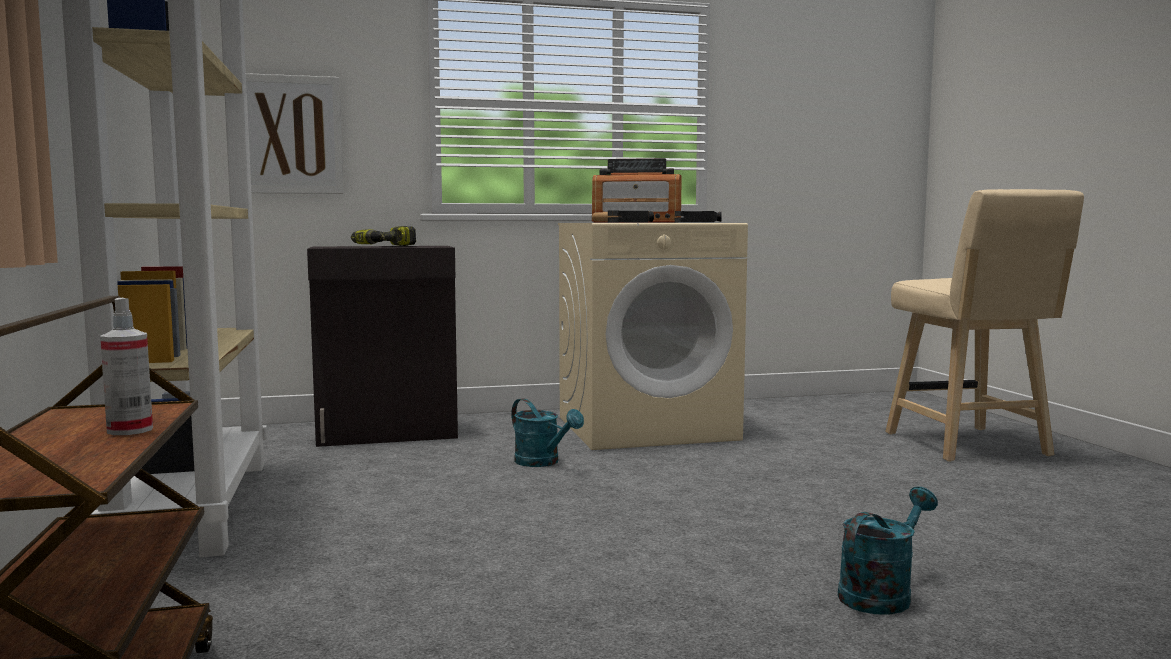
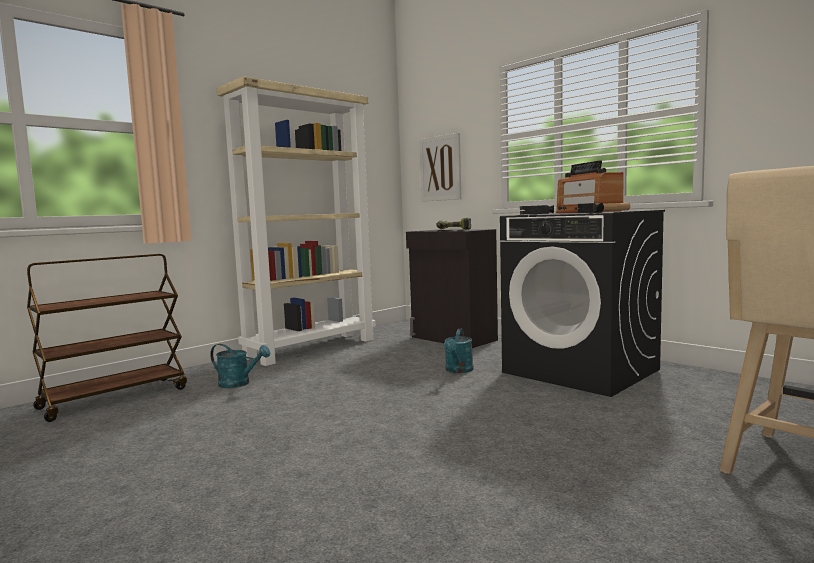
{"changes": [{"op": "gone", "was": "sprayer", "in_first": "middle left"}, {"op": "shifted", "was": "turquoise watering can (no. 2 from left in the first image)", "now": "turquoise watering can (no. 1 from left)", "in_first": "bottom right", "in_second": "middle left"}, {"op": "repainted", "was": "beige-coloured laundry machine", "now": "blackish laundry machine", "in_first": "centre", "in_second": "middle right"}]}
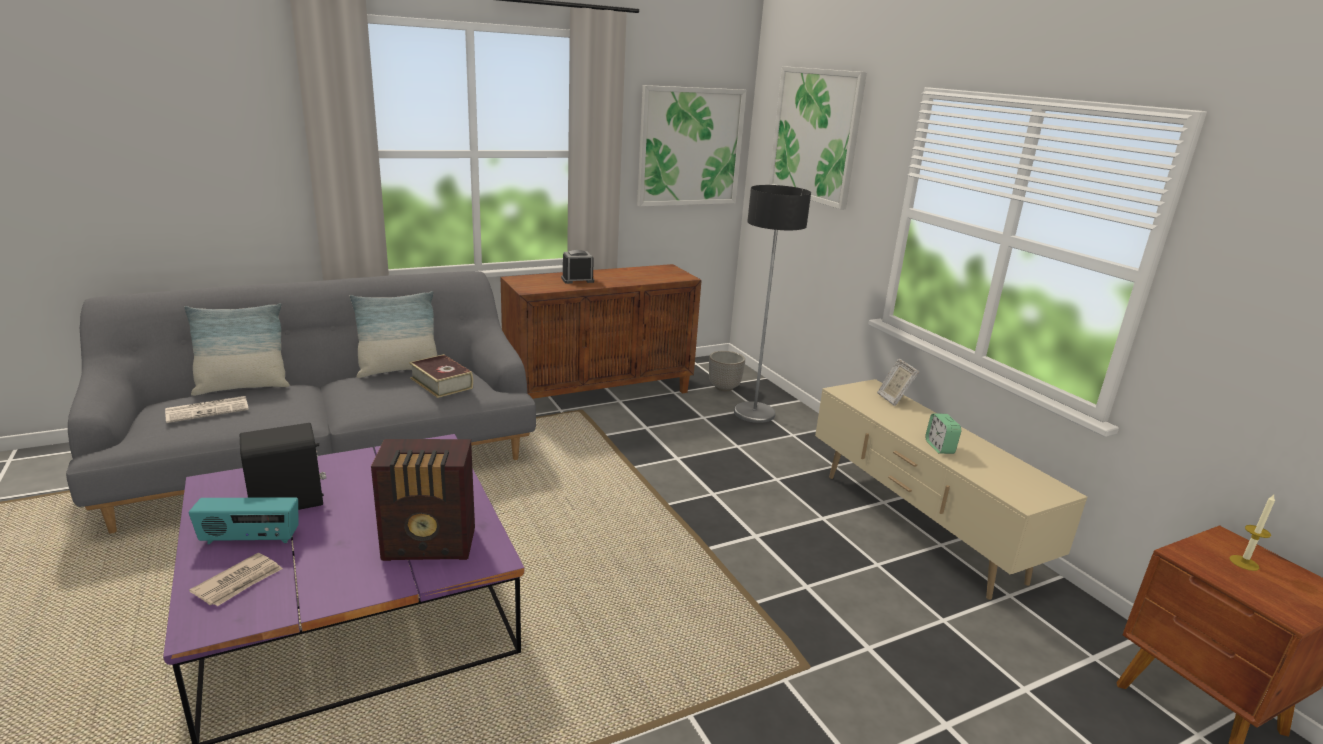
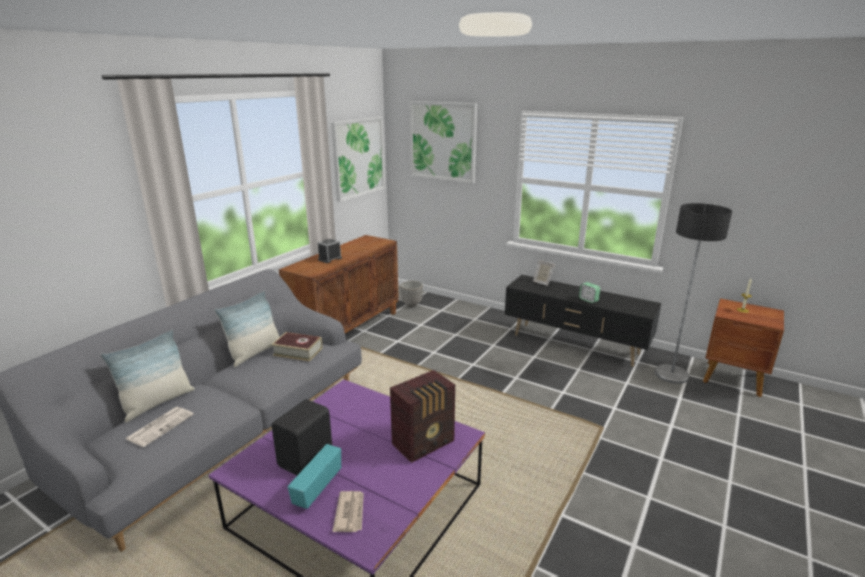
{"changes": [{"op": "shifted", "was": "standing lamp", "in_first": "centre", "in_second": "middle right"}, {"op": "repainted", "was": "beige-coloured tv unit", "now": "blackish tv unit", "in_first": "middle right", "in_second": "middle right"}, {"op": "rotated", "was": "radio (no. 1 from left)", "in_first": "bottom left", "in_second": "bottom centre", "clockwise": 150}]}
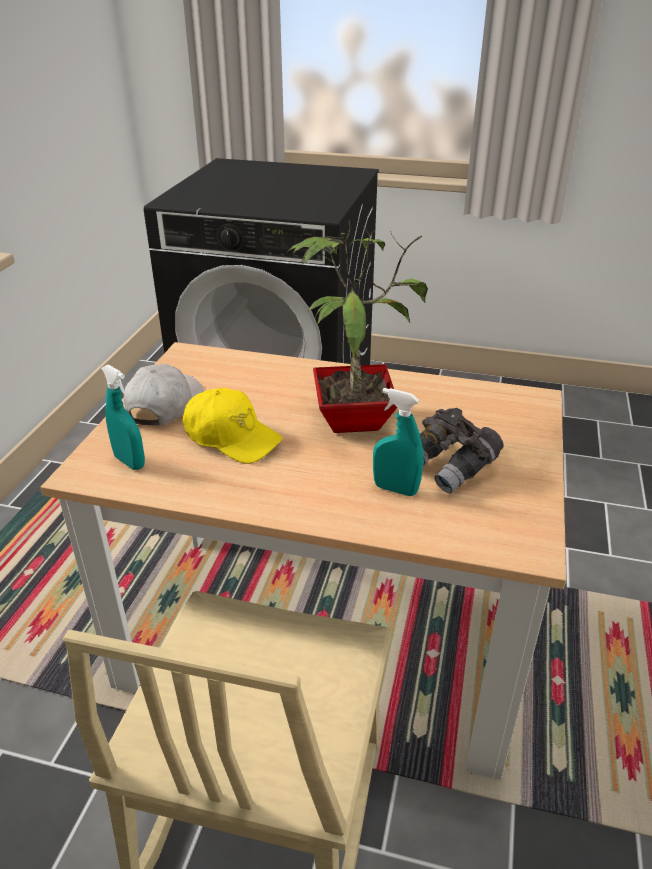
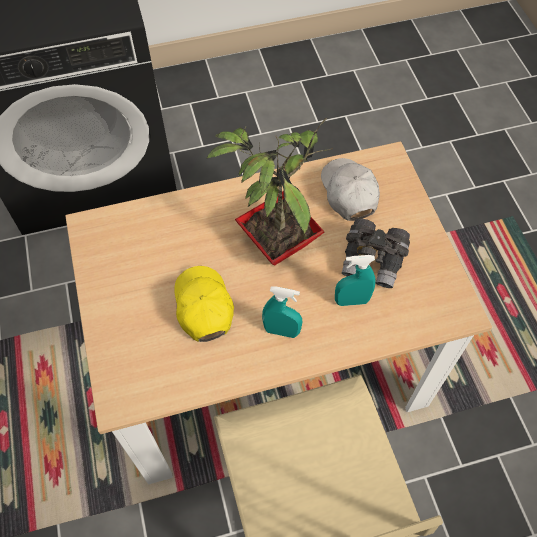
{"changes": [{"op": "shifted", "was": "turquoise sprayer (no. 1 from left)", "in_first": "middle left", "in_second": "centre"}, {"op": "shifted", "was": "white-coloured cap", "in_first": "middle left", "in_second": "centre"}, {"op": "rotated", "was": "yellow cap", "in_first": "centre", "in_second": "centre", "clockwise": -105}]}
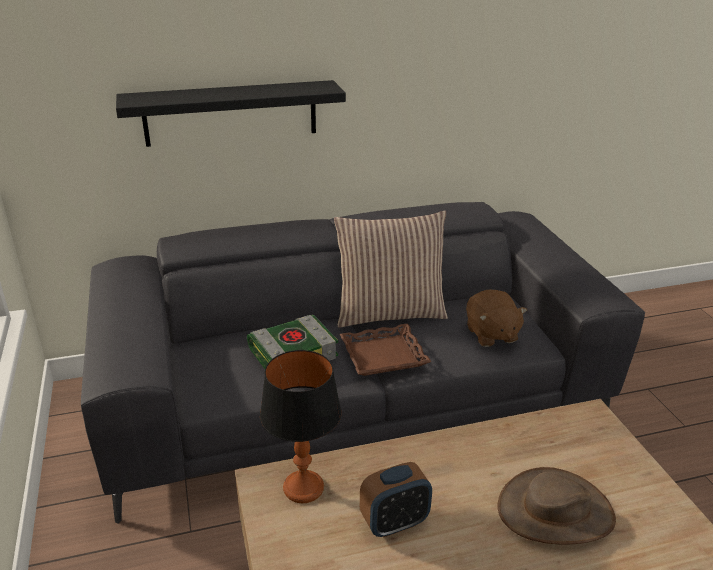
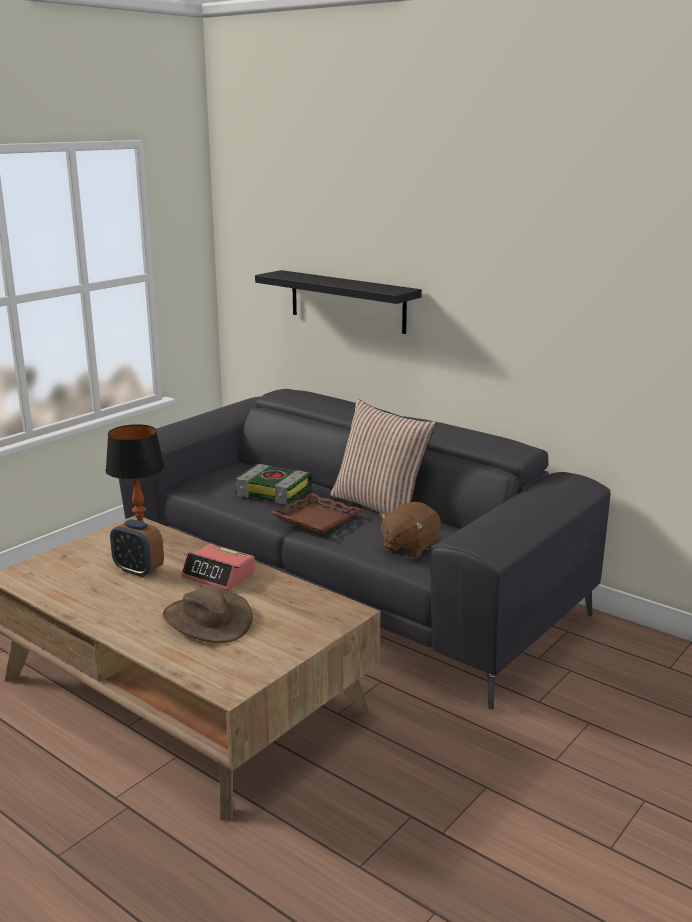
{"changes": [{"op": "new", "now": "table clock (no. 2 from left)", "in_second": "middle left"}]}
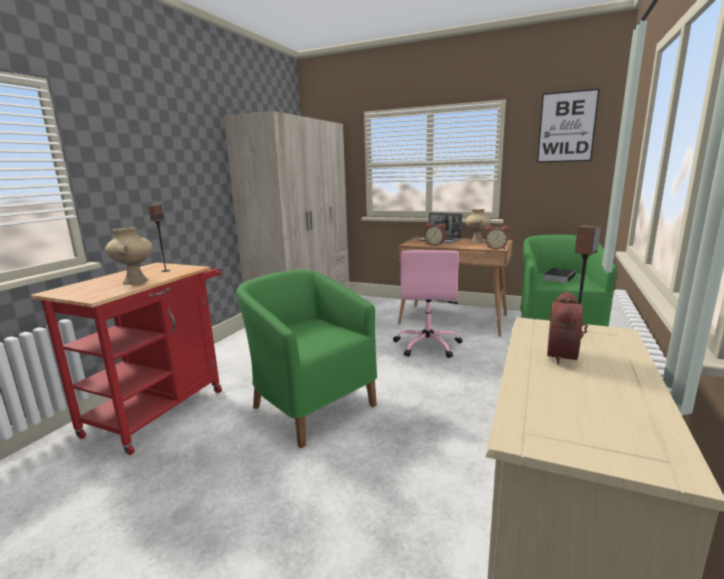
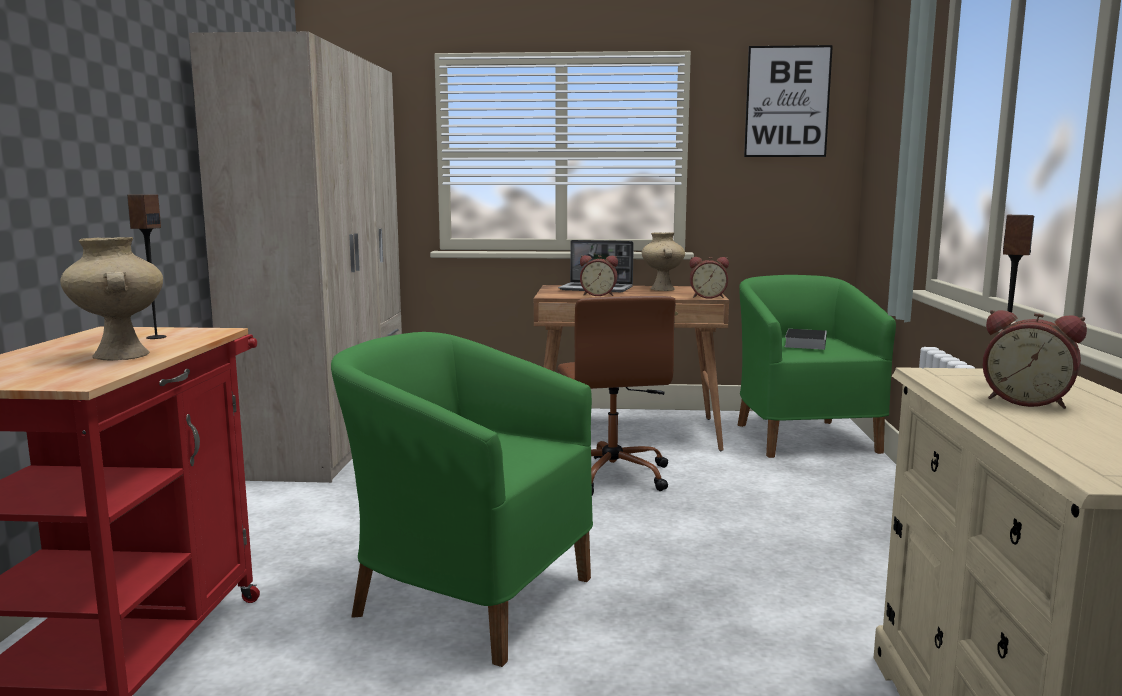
{"changes": [{"op": "repainted", "was": "pink-coloured office chair", "now": "brown-coloured office chair", "in_first": "centre", "in_second": "centre"}, {"op": "rotated", "was": "table clock (no. 3 from left)", "in_first": "middle right", "in_second": "middle right", "clockwise": -60}]}
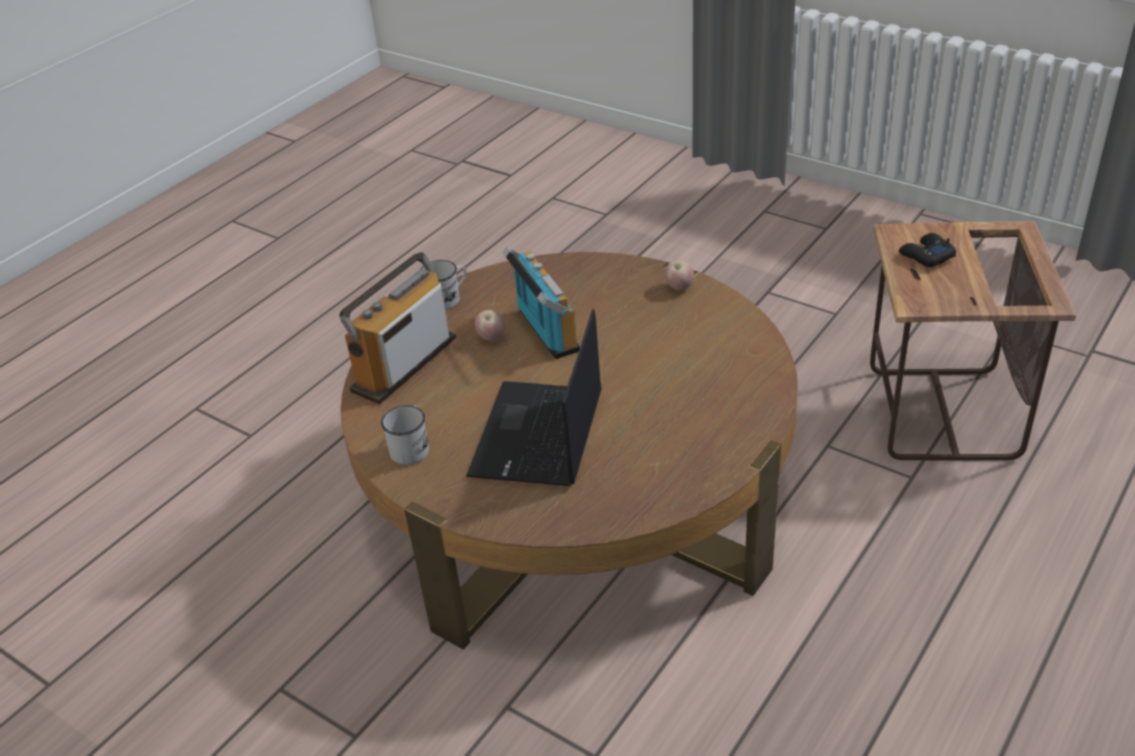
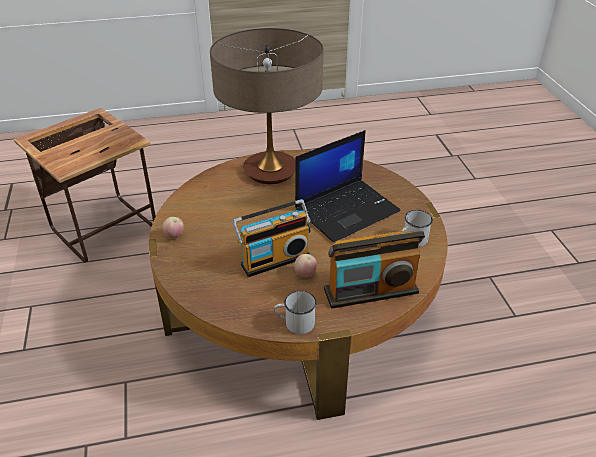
{"changes": [{"op": "gone", "was": "blackish game controller", "in_first": "top right"}, {"op": "new", "now": "tabletop lamp", "in_second": "top centre"}, {"op": "rotated", "was": "radio (no. 2 from left in the first image)", "in_first": "centre", "in_second": "centre", "clockwise": -135}]}
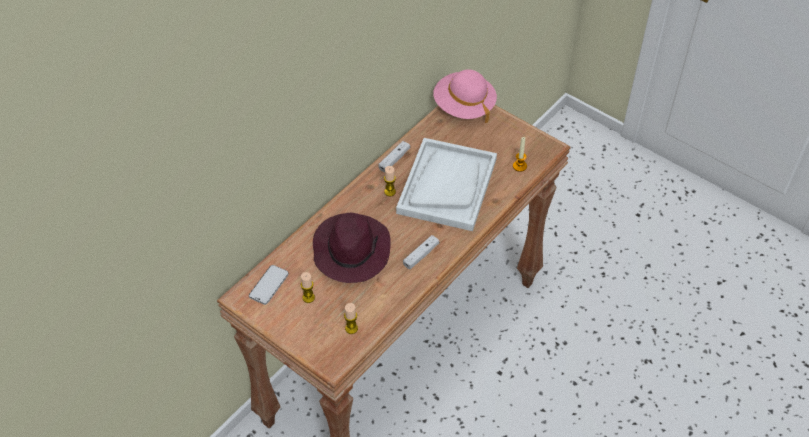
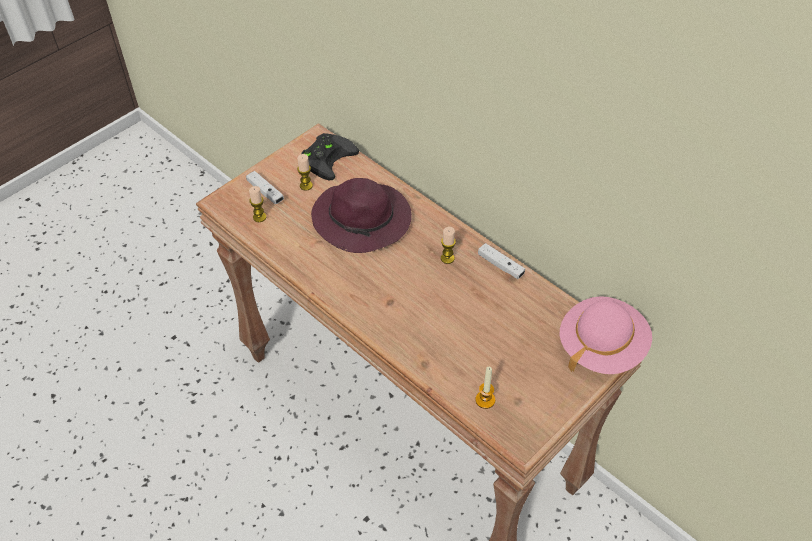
{"changes": [{"op": "gone", "was": "white-coloured tray", "in_first": "centre"}, {"op": "shifted", "was": "white-coloured game controller (no. 2 from left in the first image)", "now": "white-coloured game controller (no. 1 from left)", "in_first": "centre", "in_second": "middle left"}, {"op": "swapped", "was": "phone", "now": "blackish game controller", "in_first": "middle left", "in_second": "top centre"}]}
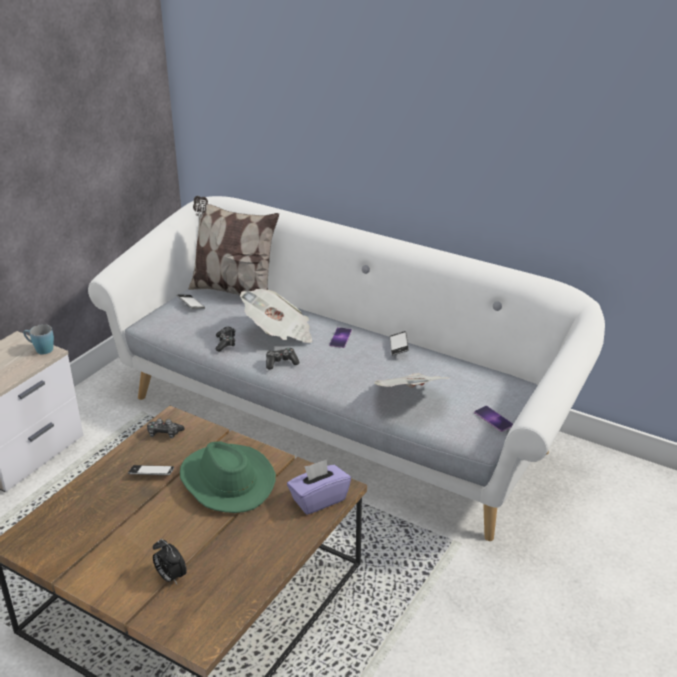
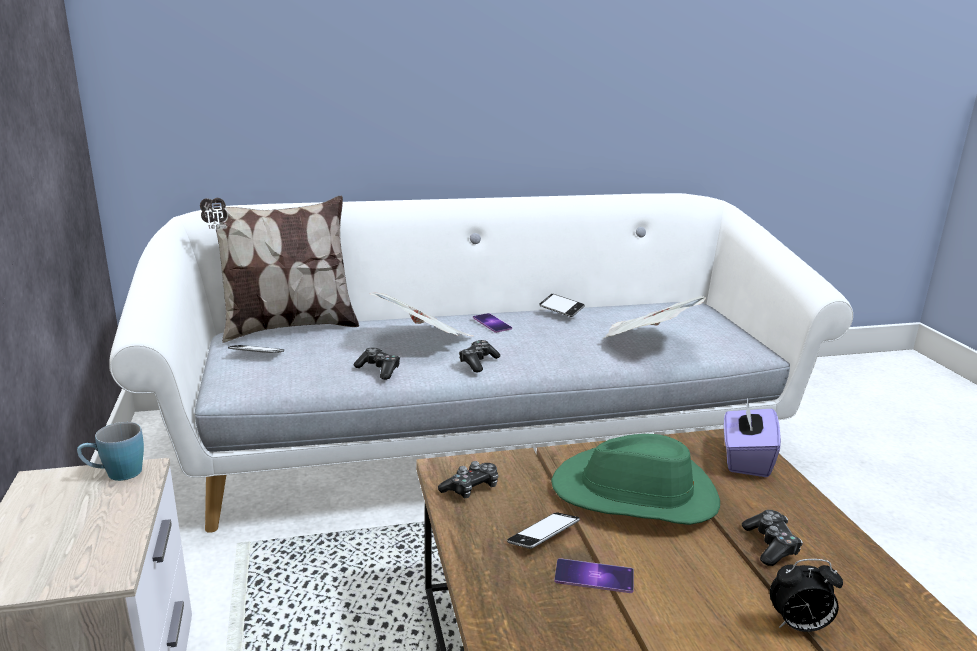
{"changes": [{"op": "new", "now": "game controller (no. 4 from left)", "in_second": "bottom right"}, {"op": "shifted", "was": "phone (no. 5 from left)", "in_first": "middle right", "in_second": "bottom centre"}]}
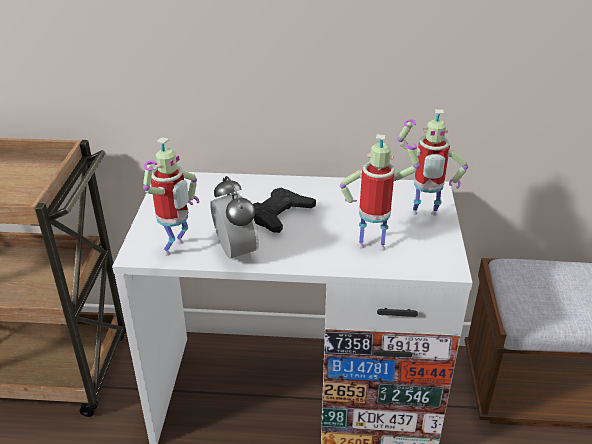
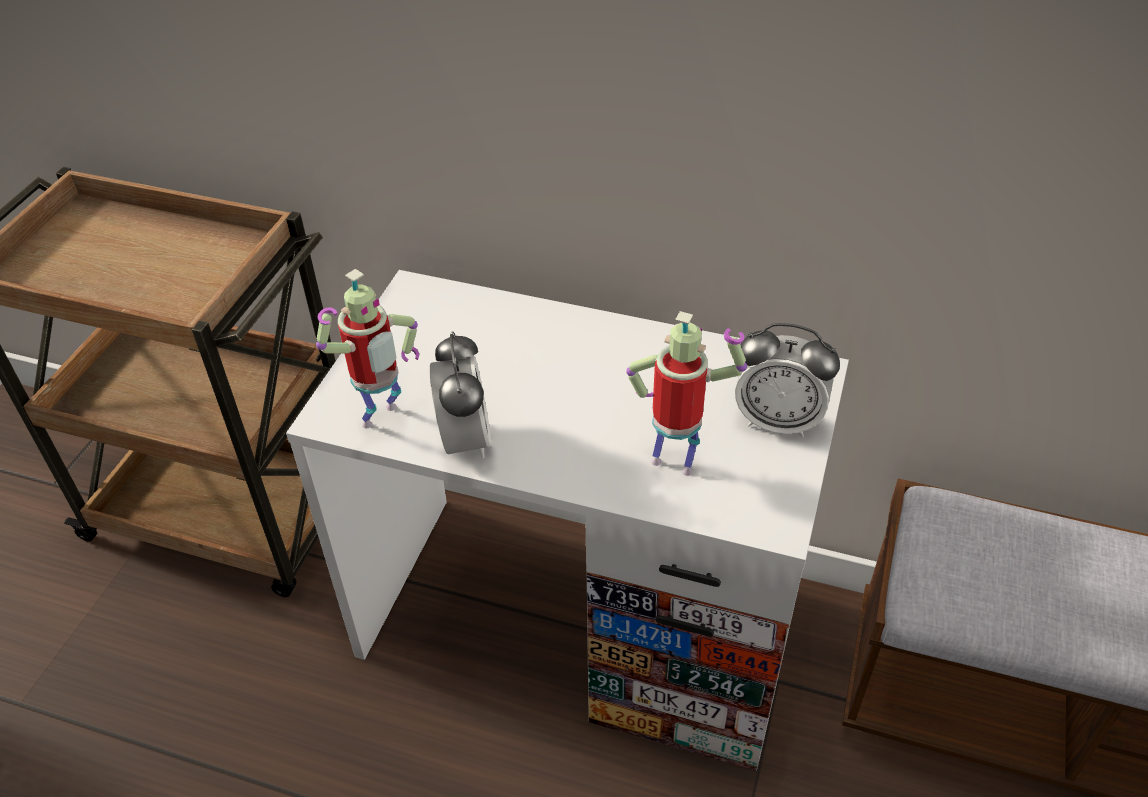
{"changes": [{"op": "gone", "was": "blackish game controller", "in_first": "centre"}, {"op": "swapped", "was": "robot figure (no. 3 from left)", "now": "table clock (no. 2 from left)", "in_first": "middle right", "in_second": "middle right"}]}
